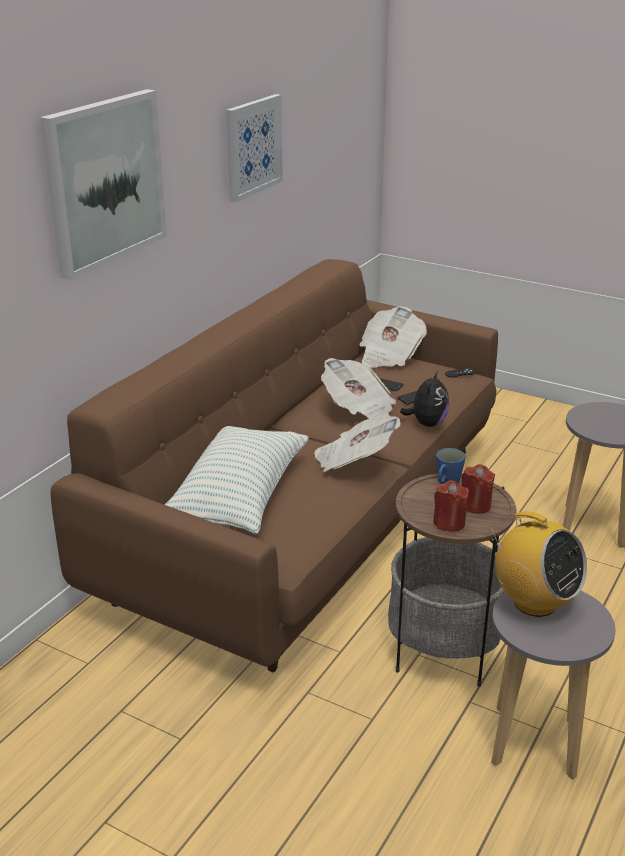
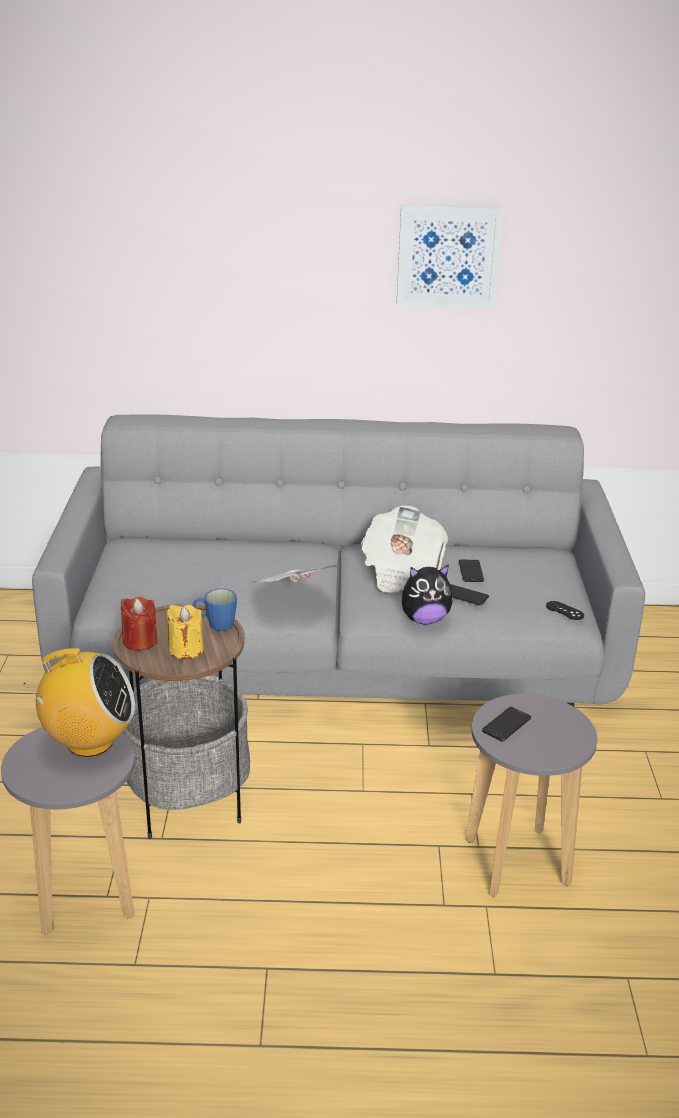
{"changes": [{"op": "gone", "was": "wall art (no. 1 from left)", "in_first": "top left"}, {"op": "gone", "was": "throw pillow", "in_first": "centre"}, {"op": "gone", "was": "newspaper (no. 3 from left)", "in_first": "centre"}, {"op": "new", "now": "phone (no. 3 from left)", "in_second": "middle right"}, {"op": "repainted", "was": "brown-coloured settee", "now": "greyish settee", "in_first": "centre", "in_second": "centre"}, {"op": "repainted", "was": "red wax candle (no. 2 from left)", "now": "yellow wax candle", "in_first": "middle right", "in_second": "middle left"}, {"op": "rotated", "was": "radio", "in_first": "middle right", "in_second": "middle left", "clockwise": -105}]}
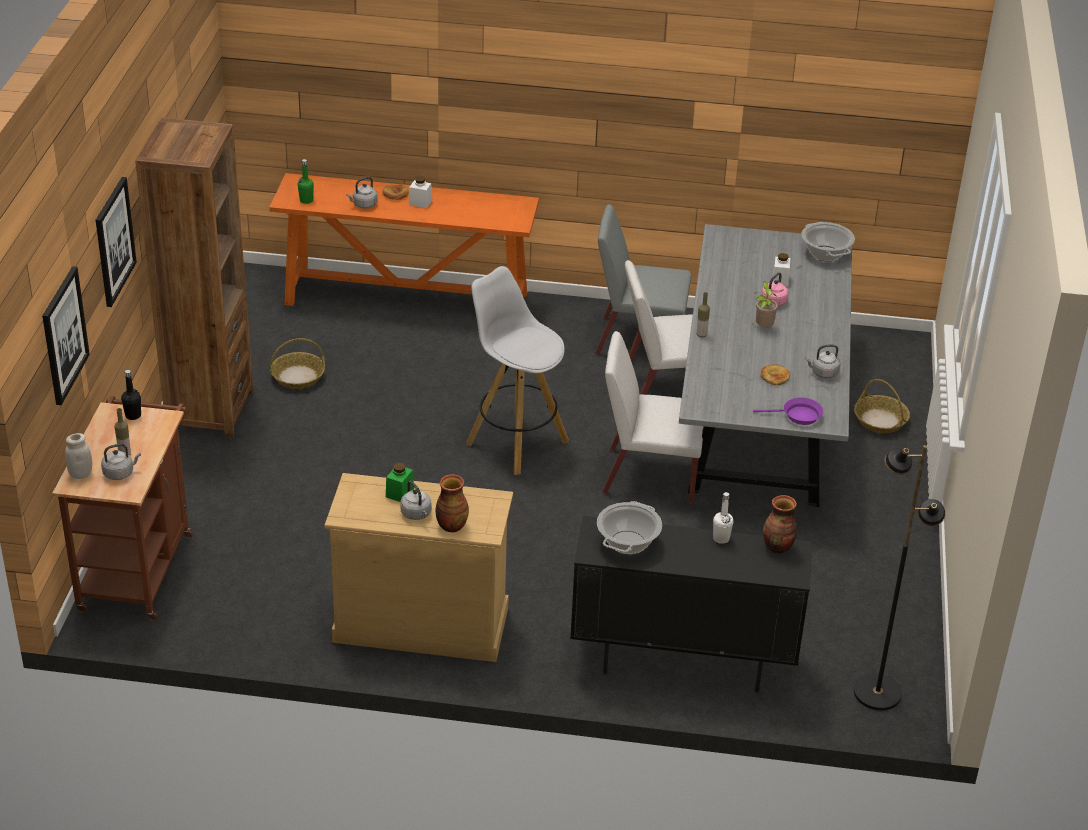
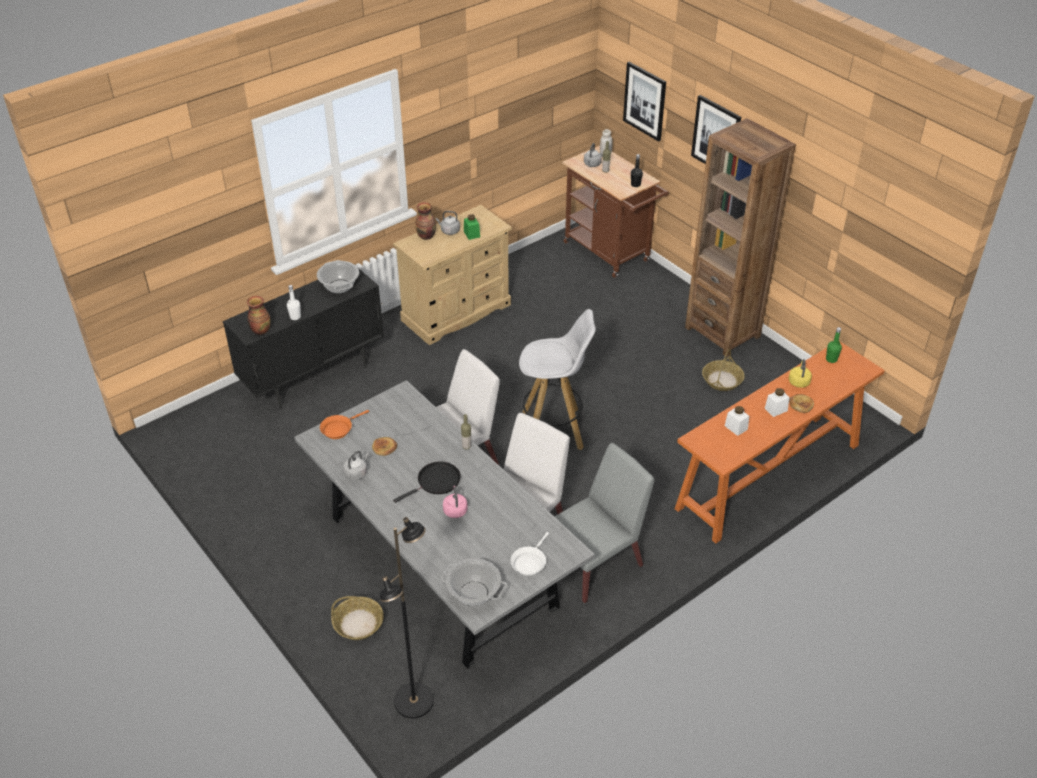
{"changes": [{"op": "new", "now": "white-coloured skillet", "in_second": "bottom centre"}, {"op": "shifted", "was": "white-coloured preserve jar (no. 3 from left in the first image)", "now": "white-coloured preserve jar (no. 2 from left)", "in_first": "top right", "in_second": "middle right"}, {"op": "shifted", "was": "blackish standing lamp", "in_first": "bottom right", "in_second": "bottom centre"}, {"op": "swapped", "was": "houseplant", "now": "blackish skillet", "in_first": "middle right", "in_second": "centre"}, {"op": "repainted", "was": "greyish water kettle (no. 2 from left)", "now": "yellow water kettle", "in_first": "top left", "in_second": "middle right"}, {"op": "repainted", "was": "purple-coloured skillet", "now": "orange skillet", "in_first": "middle right", "in_second": "middle left"}]}
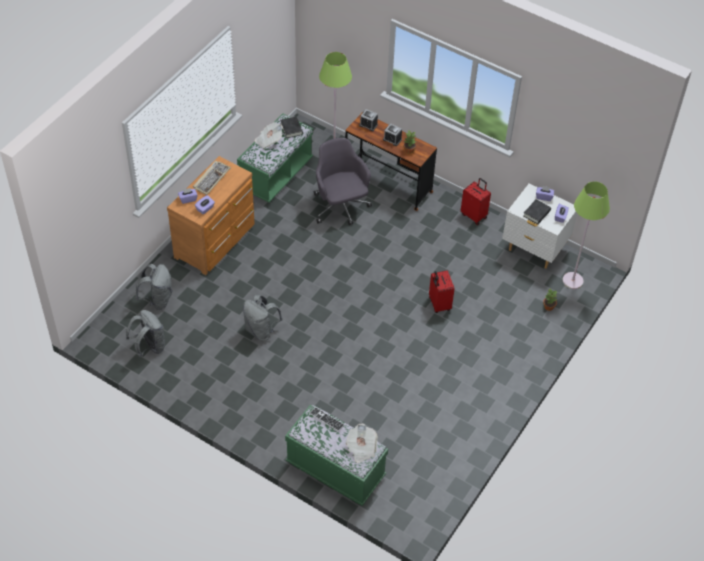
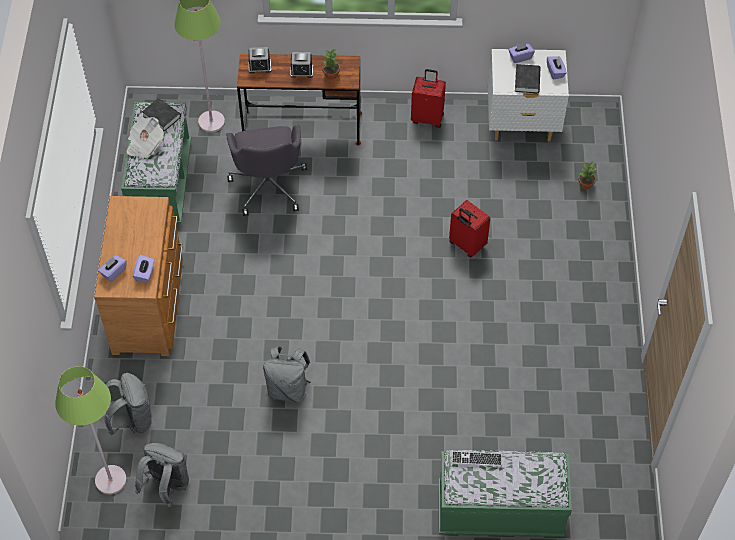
{"changes": [{"op": "gone", "was": "keyboard (no. 1 from left)", "in_first": "top left"}, {"op": "gone", "was": "newspaper (no. 2 from left)", "in_first": "bottom centre"}, {"op": "shifted", "was": "green-coloured standing lamp (no. 2 from left in the first image)", "now": "green-coloured standing lamp (no. 1 from left)", "in_first": "middle right", "in_second": "bottom left"}, {"op": "rotated", "was": "greyish office chair", "in_first": "top centre", "in_second": "top centre", "clockwise": -135}]}
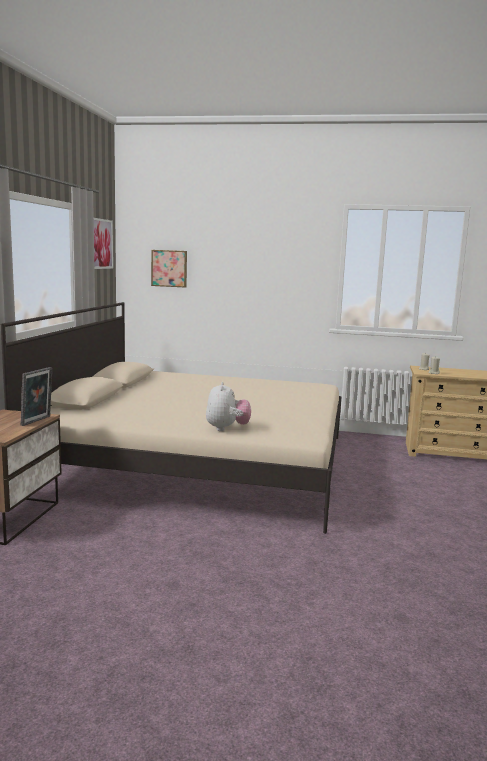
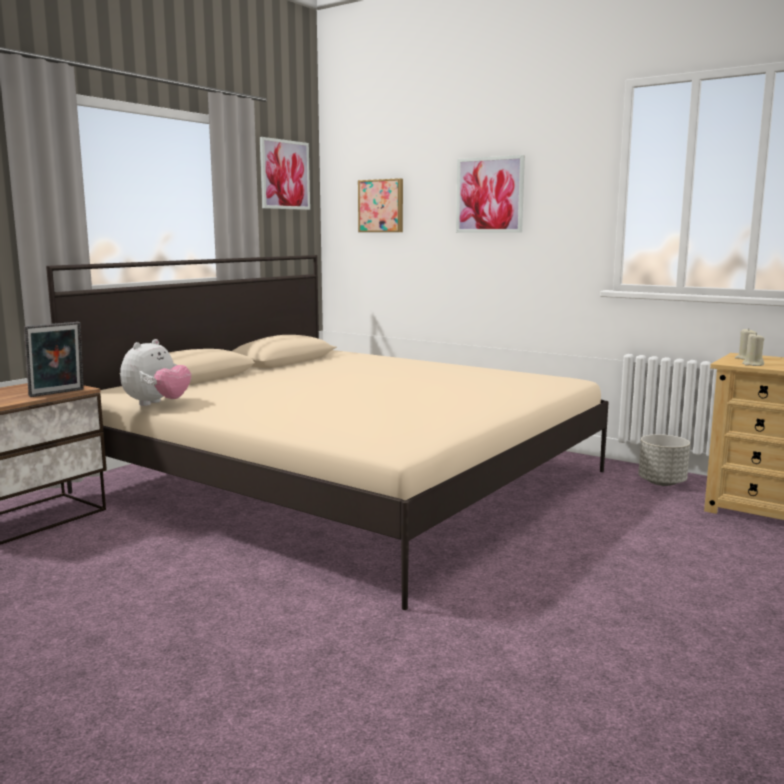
{"changes": [{"op": "new", "now": "wall art (no. 3 from left)", "in_second": "top centre"}, {"op": "new", "now": "greyish planter", "in_second": "middle right"}, {"op": "shifted", "was": "soft toy", "in_first": "centre", "in_second": "middle left"}]}
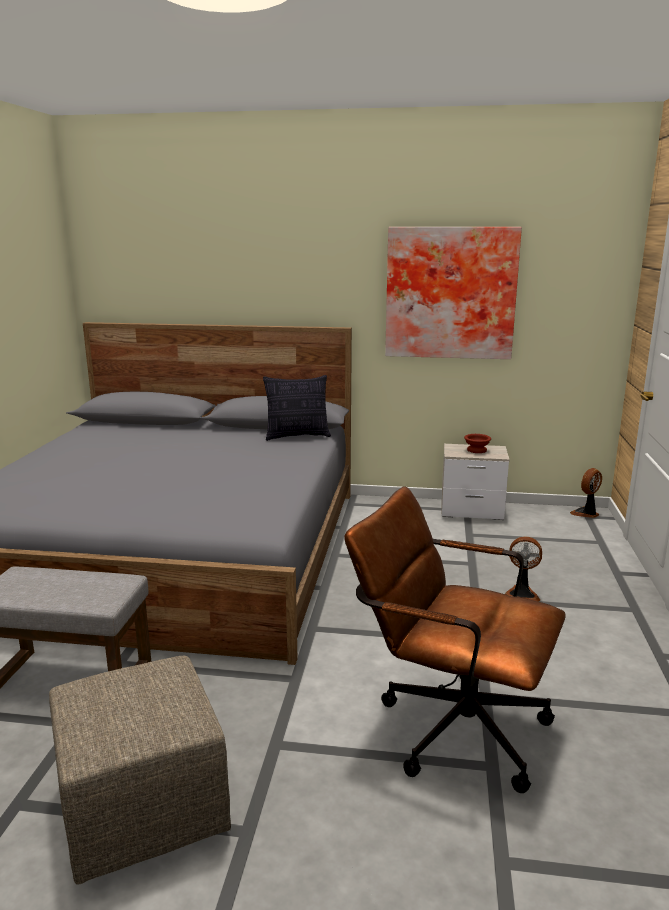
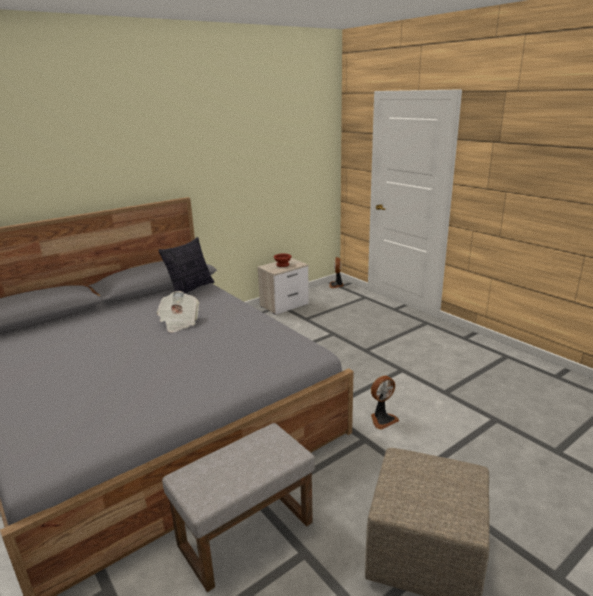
{"changes": [{"op": "gone", "was": "brown-coloured office chair", "in_first": "bottom right"}, {"op": "gone", "was": "wall art", "in_first": "top right"}, {"op": "new", "now": "newspaper", "in_second": "middle left"}, {"op": "shifted", "was": "electric fan (no. 1 from left in the first image)", "now": "electric fan (no. 2 from left)", "in_first": "middle right", "in_second": "bottom centre"}]}
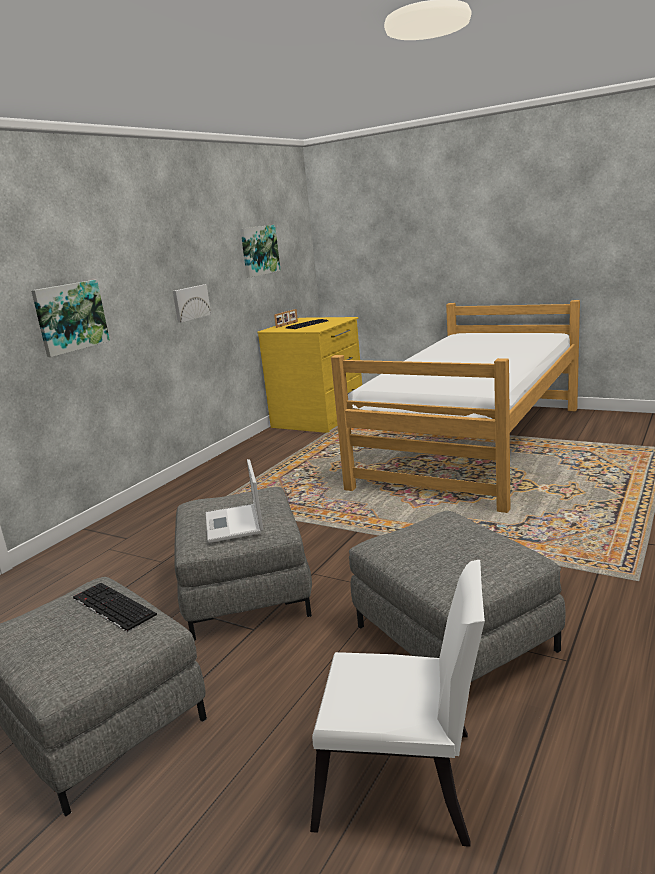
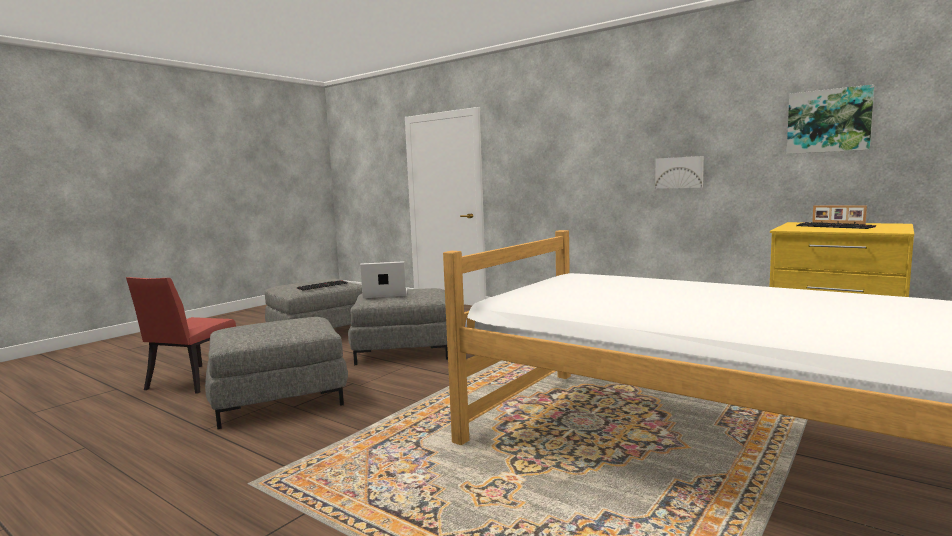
{"changes": [{"op": "gone", "was": "wall art (no. 1 from left)", "in_first": "middle left"}, {"op": "repainted", "was": "white-coloured upright chair", "now": "red upright chair", "in_first": "bottom centre", "in_second": "middle left"}]}
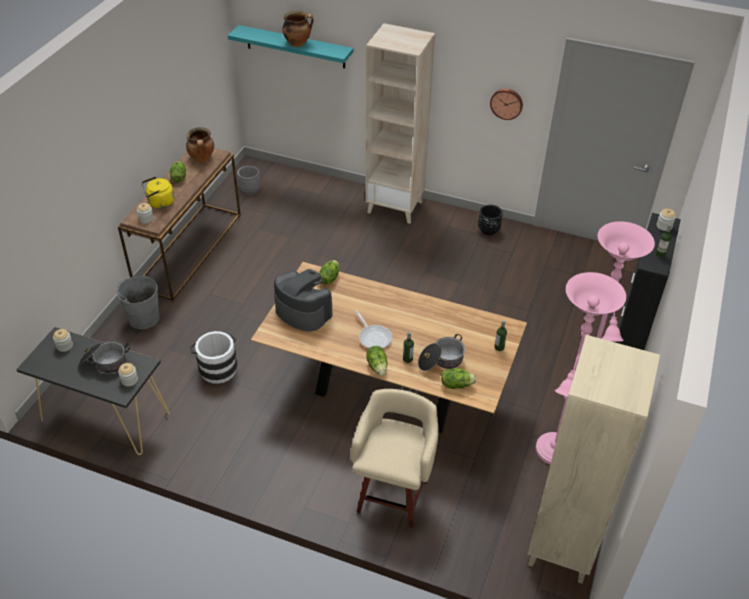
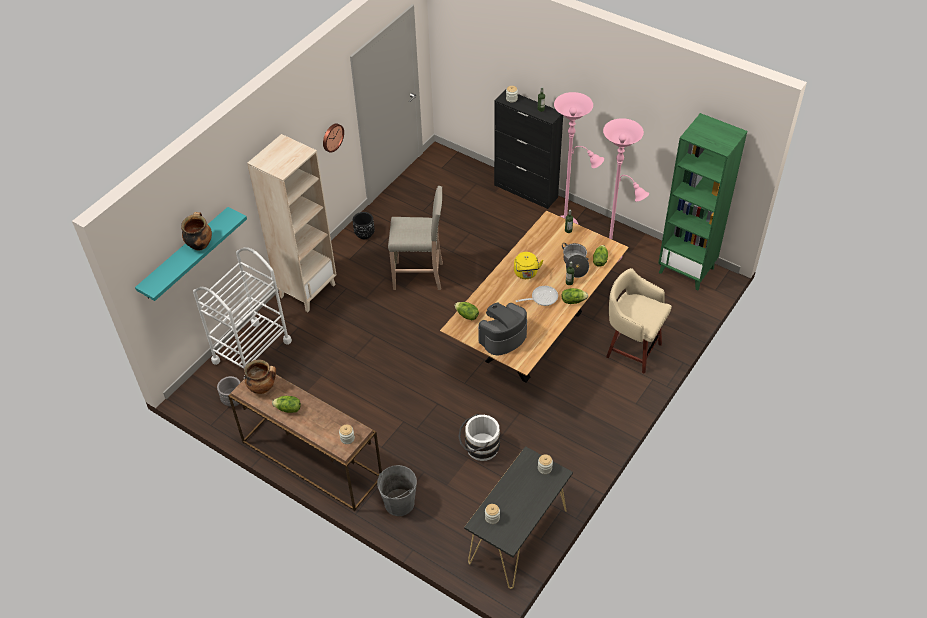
{"changes": [{"op": "gone", "was": "cooking pot (no. 1 from left)", "in_first": "middle left"}, {"op": "new", "now": "white-coloured cart", "in_second": "middle left"}, {"op": "new", "now": "beige-coloured sitting stool (no. 1 from left)", "in_second": "centre"}, {"op": "shifted", "was": "yellow water kettle", "in_first": "top left", "in_second": "centre"}, {"op": "repainted", "was": "beige-coloured shelving unit (no. 2 from left)", "now": "green-coloured shelving unit", "in_first": "bottom right", "in_second": "top right"}]}
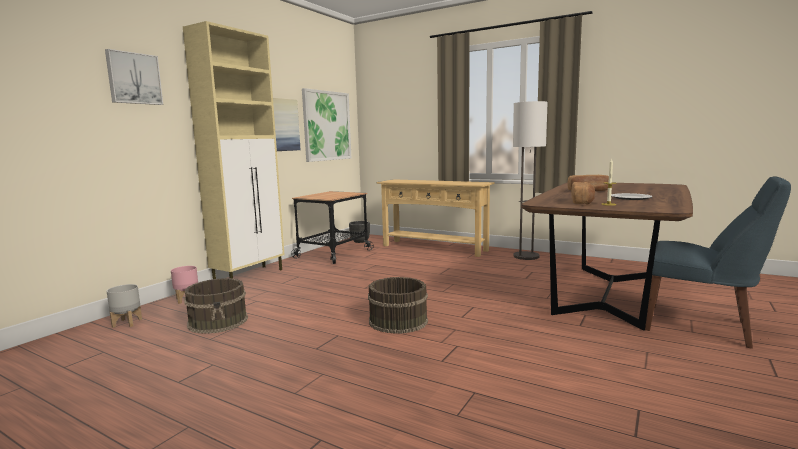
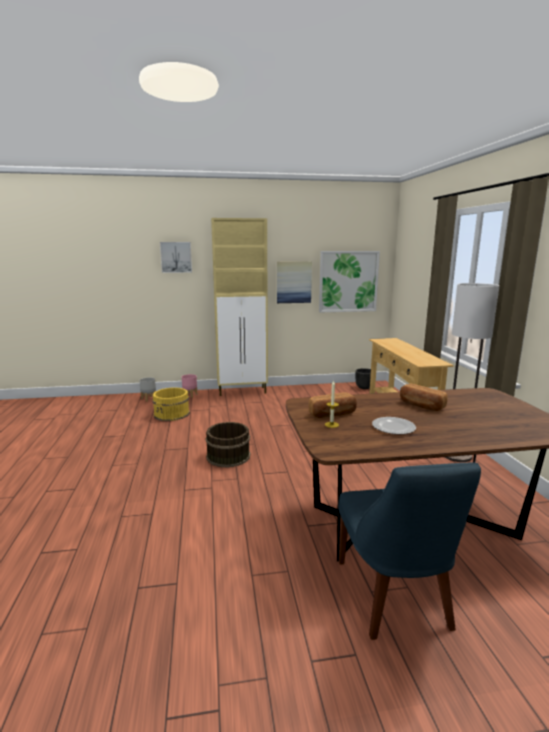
{"changes": [{"op": "gone", "was": "cart", "in_first": "centre"}, {"op": "repainted", "was": "brown-coloured bucket (no. 1 from left)", "now": "yellow bucket", "in_first": "bottom left", "in_second": "middle left"}]}
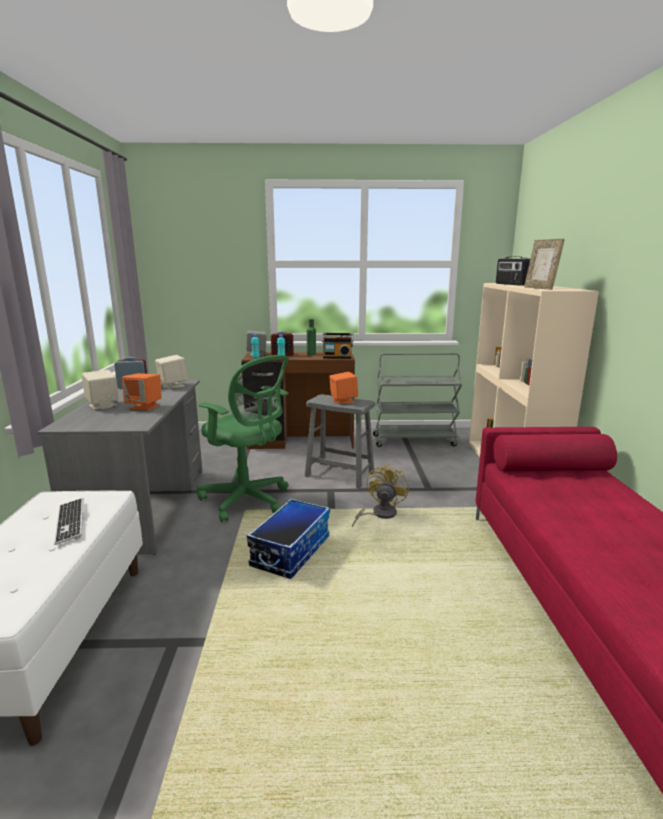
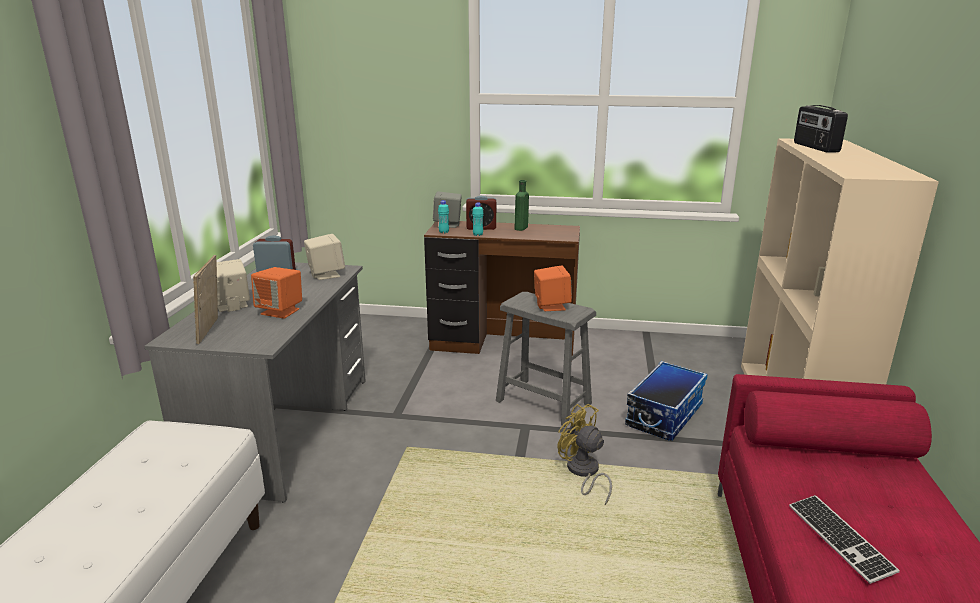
{"changes": [{"op": "gone", "was": "green-coloured office chair", "in_first": "centre"}, {"op": "gone", "was": "radio (no. 1 from left)", "in_first": "centre"}, {"op": "gone", "was": "greyish cart", "in_first": "centre"}, {"op": "shifted", "was": "keyboard", "in_first": "middle left", "in_second": "bottom right"}, {"op": "shifted", "was": "storage box", "in_first": "centre", "in_second": "middle right"}, {"op": "shifted", "was": "picture frame", "in_first": "top right", "in_second": "middle left"}, {"op": "rotated", "was": "yellow electric fan", "in_first": "centre", "in_second": "bottom centre", "clockwise": -75}]}
